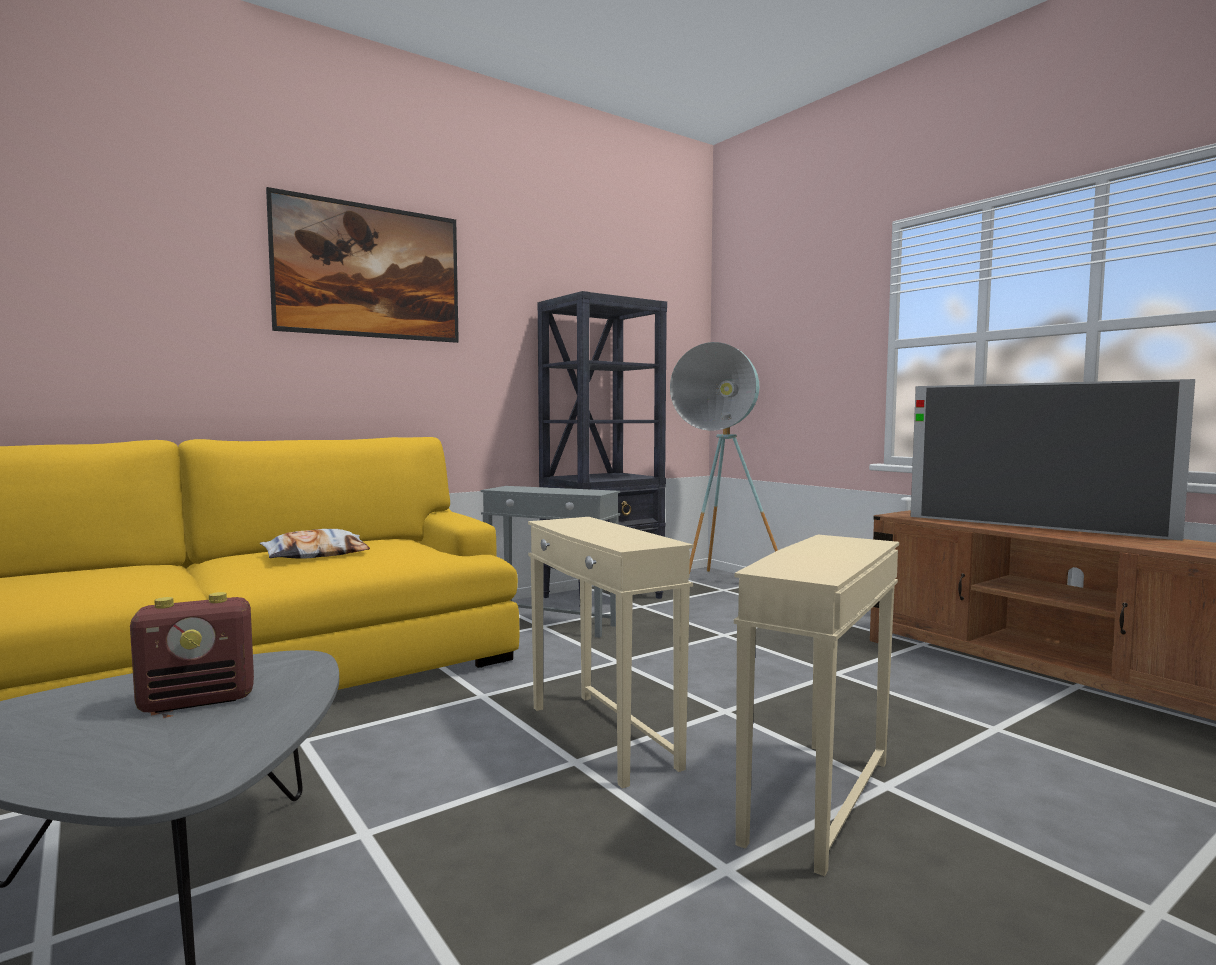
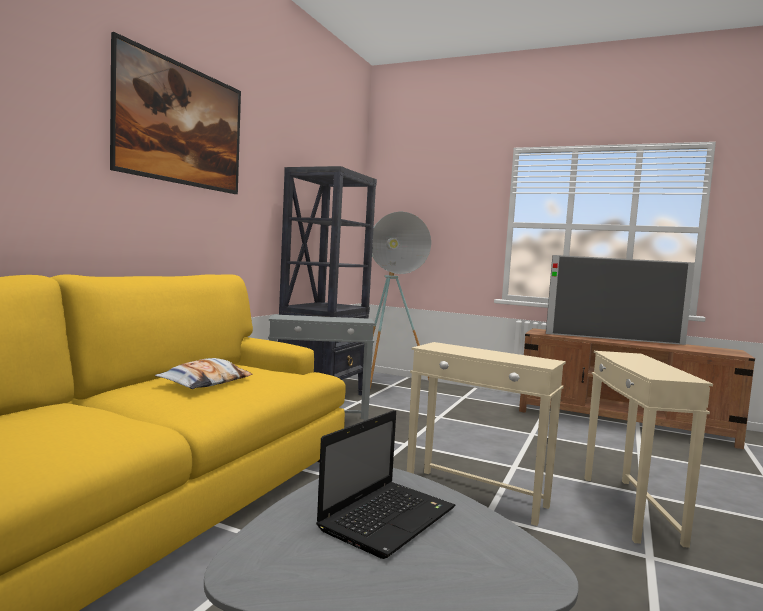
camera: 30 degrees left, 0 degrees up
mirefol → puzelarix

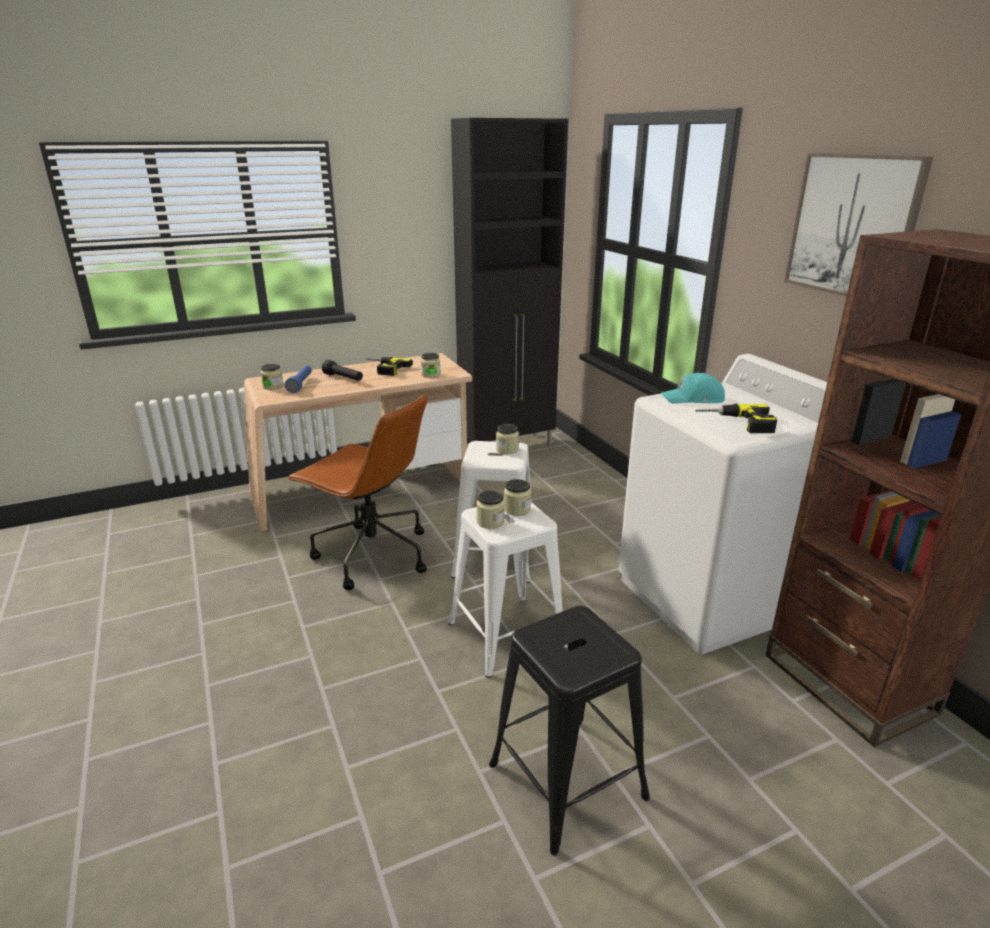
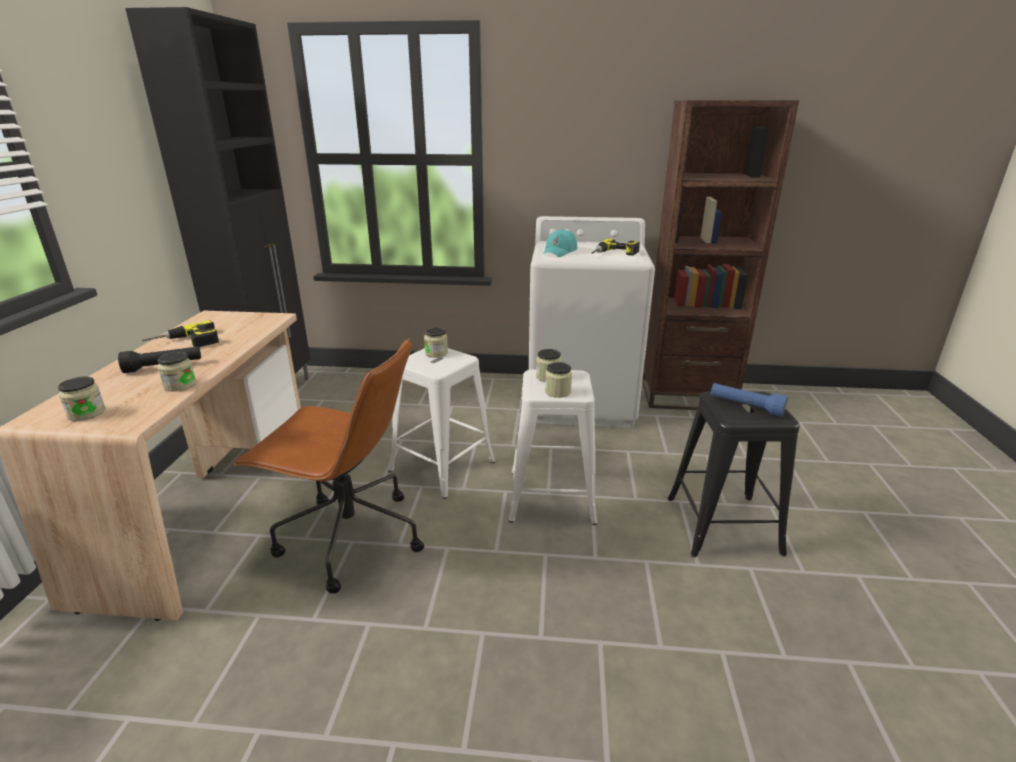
camera: 60 degrees left, 0 degrees up
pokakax (2nd from left), moved
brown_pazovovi, 45 degrees clockwise
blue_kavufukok, moved
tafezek → -

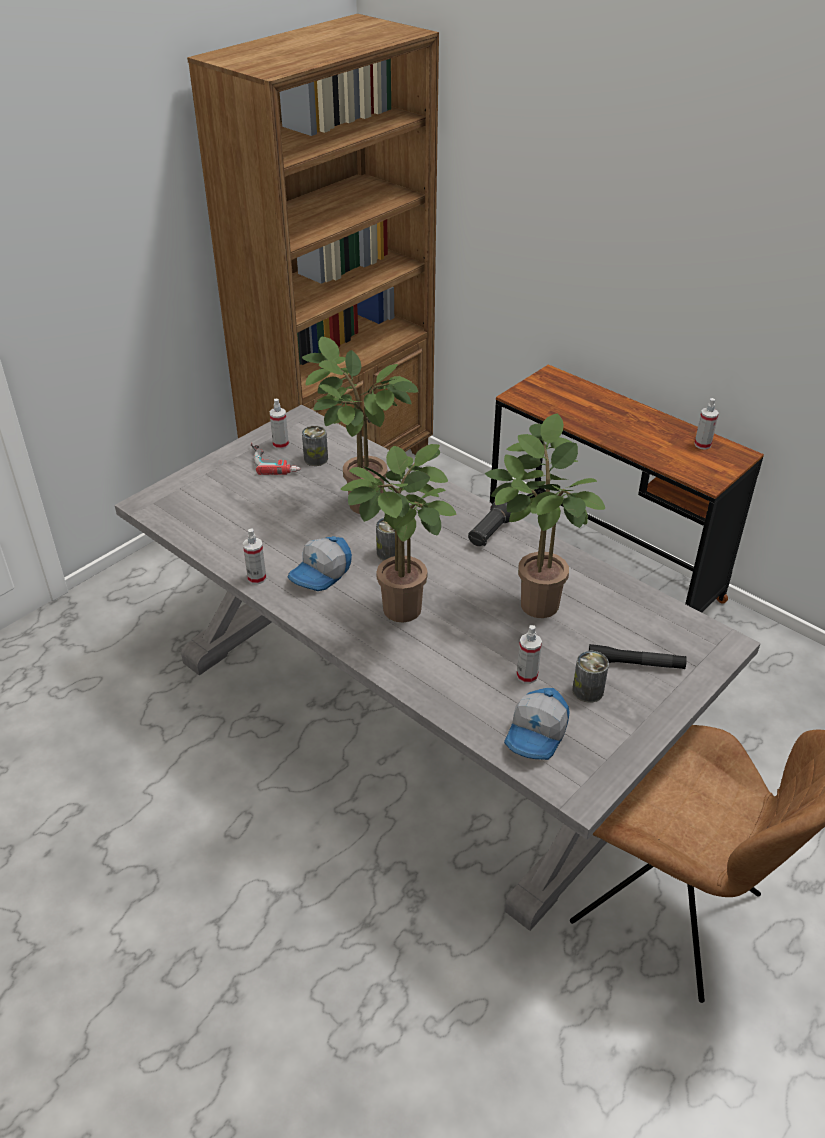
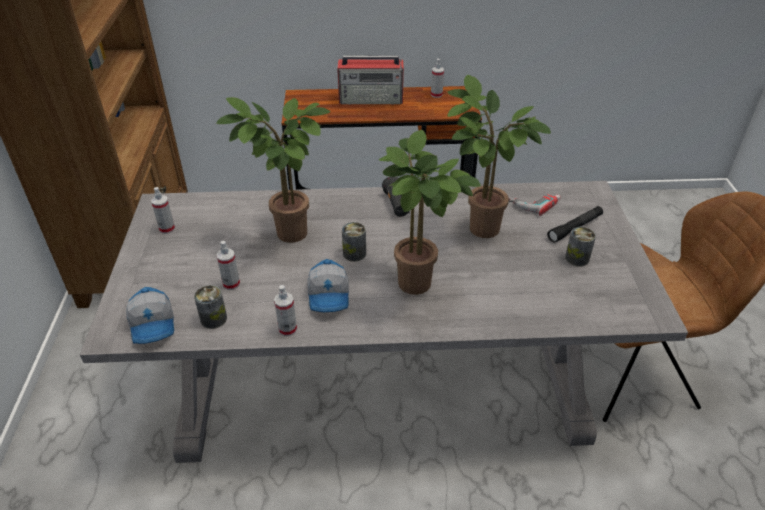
camera: 45 degrees left, 0 degrees up
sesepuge (2nd from left in the first image) → sesepuge (1st from left), moved
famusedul (1st from left), moved
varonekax (3rd from left in the first image) → varonekax (2nd from left), moved
- → mirefol
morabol, moved

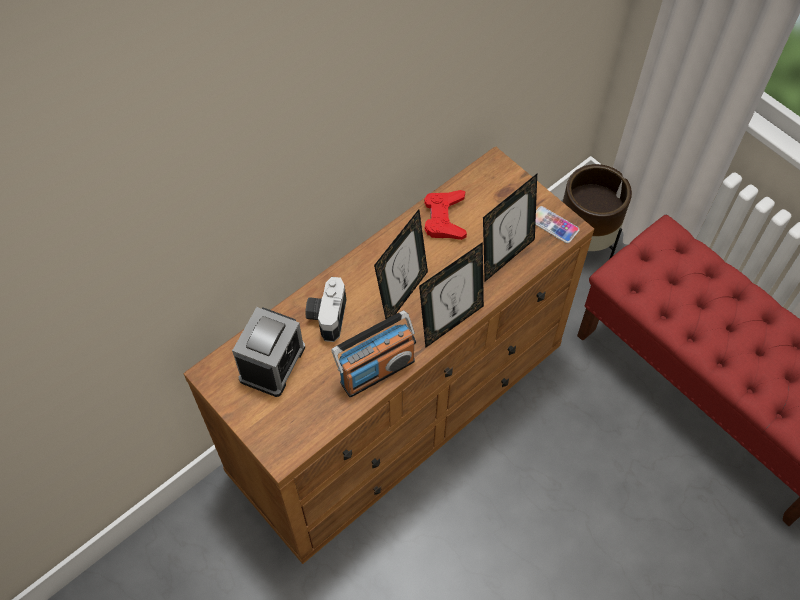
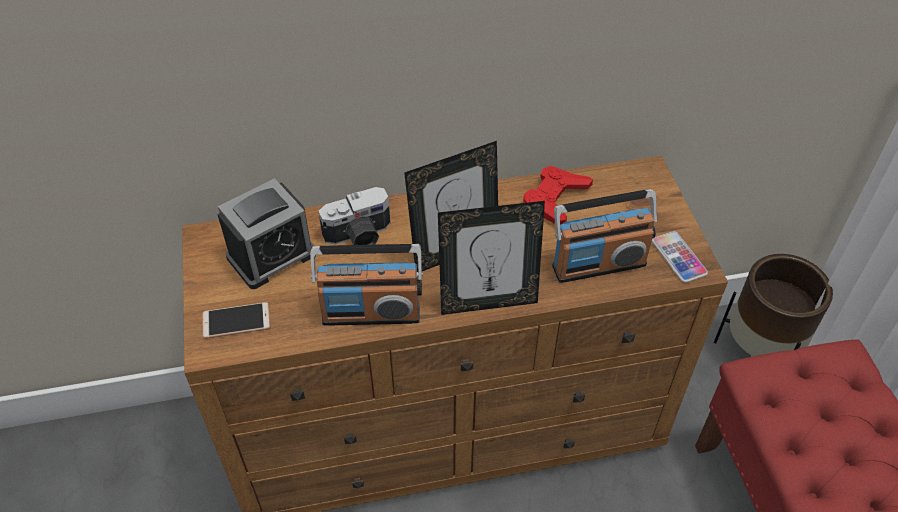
camera: 30 degrees right, 10 degrees down
- → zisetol (1st from left)
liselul, 150 degrees counterclockwise
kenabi (3rd from left) → mirefol (2nd from left)

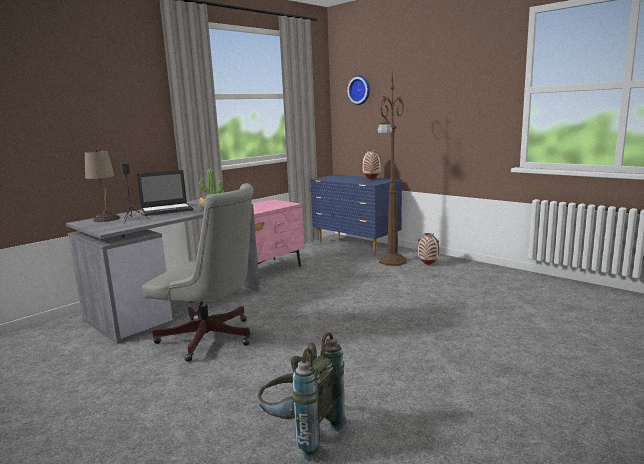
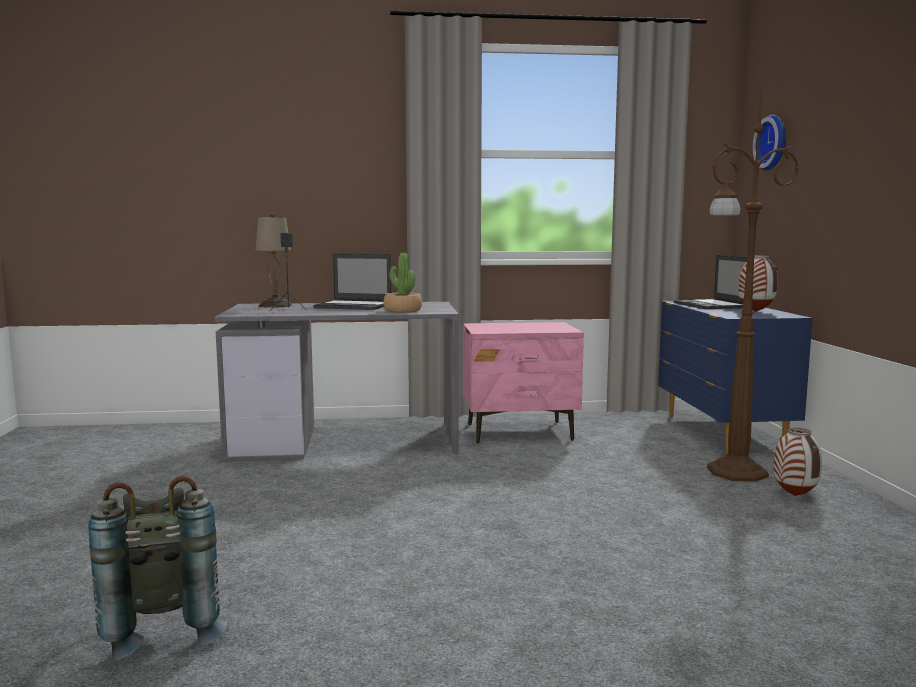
camera: 40 degrees right, 5 degrees down
- → puzelarix (2nd from left)
grey_pazovovi → -

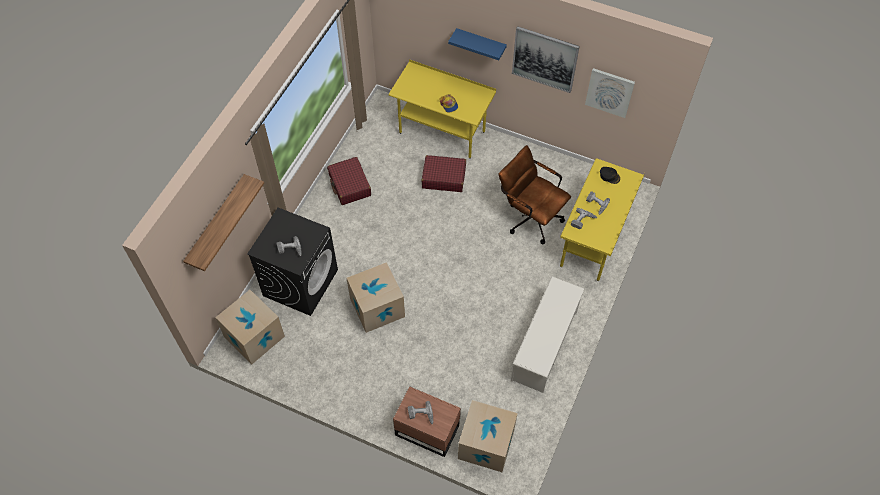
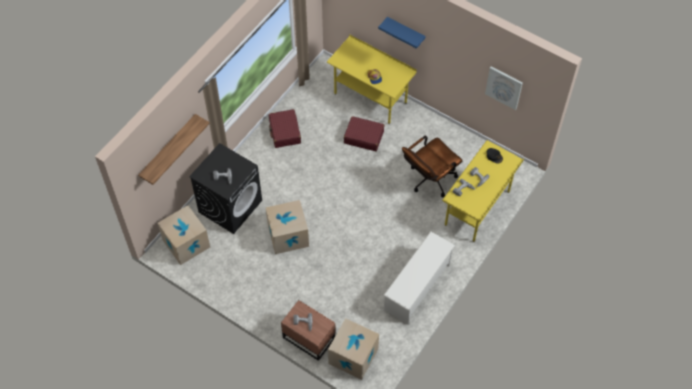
camera: 10 degrees right, 0 degrees up
brown_pazovovi, 90 degrees counterclockwise
tafezek (1st from left) → -

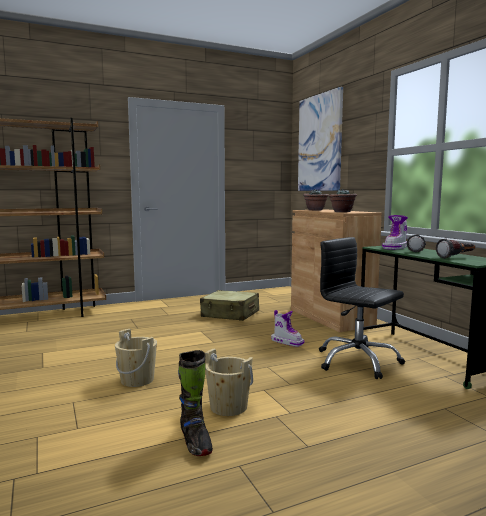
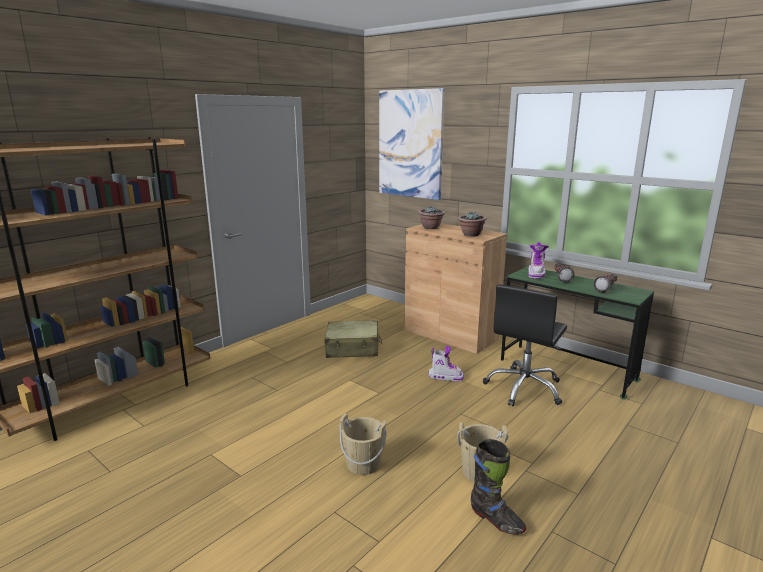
camera: 25 degrees left, 10 degrees up
black_pazovovi, 75 degrees counterclockwise

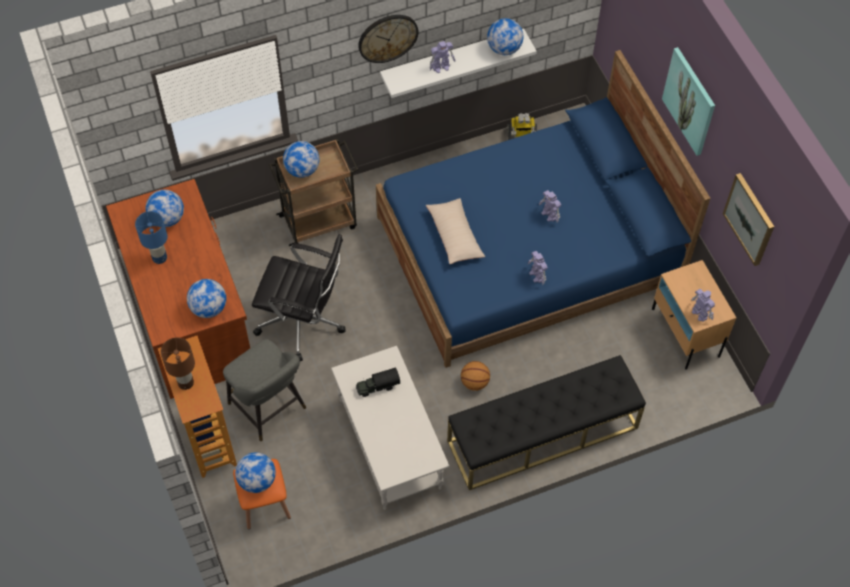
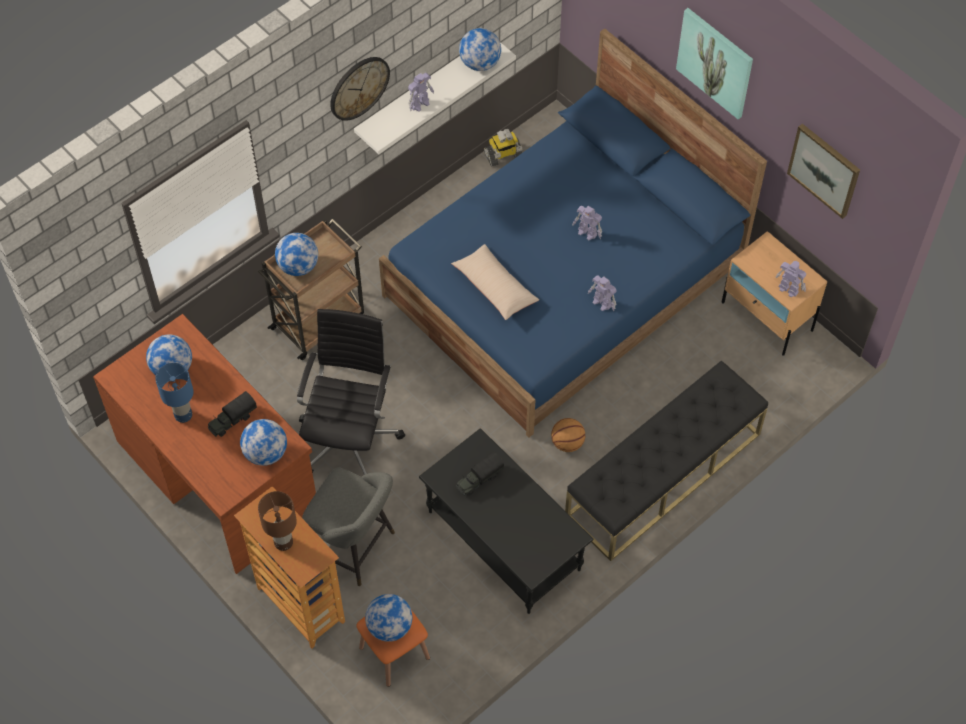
camera: 20 degrees left, 0 degrees up
- → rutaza (1st from left)
black_pazovovi, 75 degrees counterclockwise
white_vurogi → black_vurogi

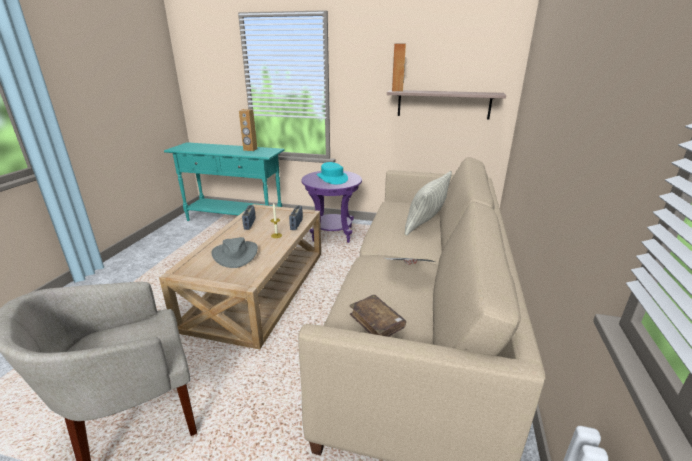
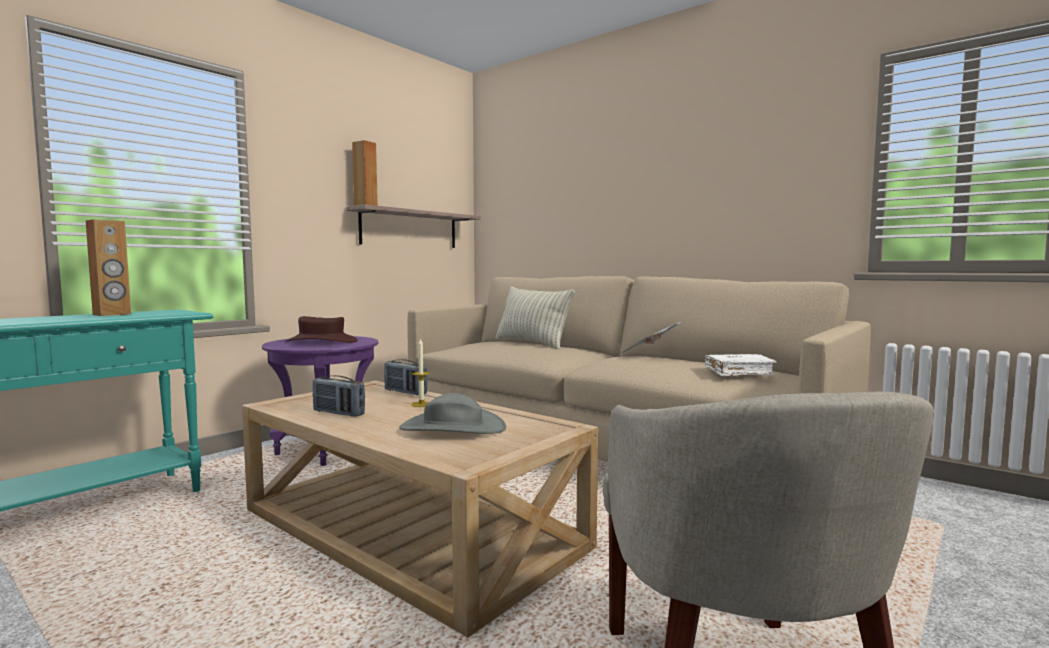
camera: 65 degrees left, 20 degrees down
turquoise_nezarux → brown_nezarux
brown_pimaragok → white_pimaragok

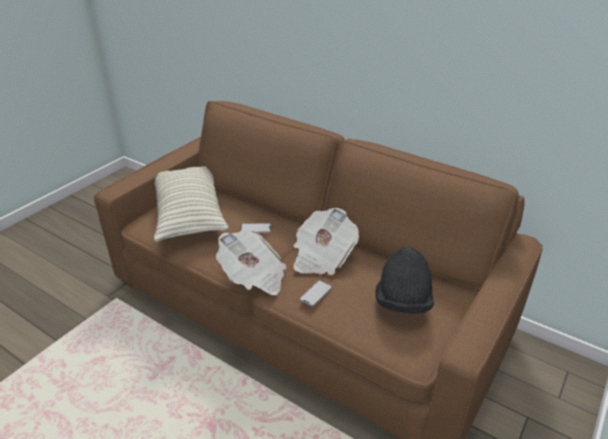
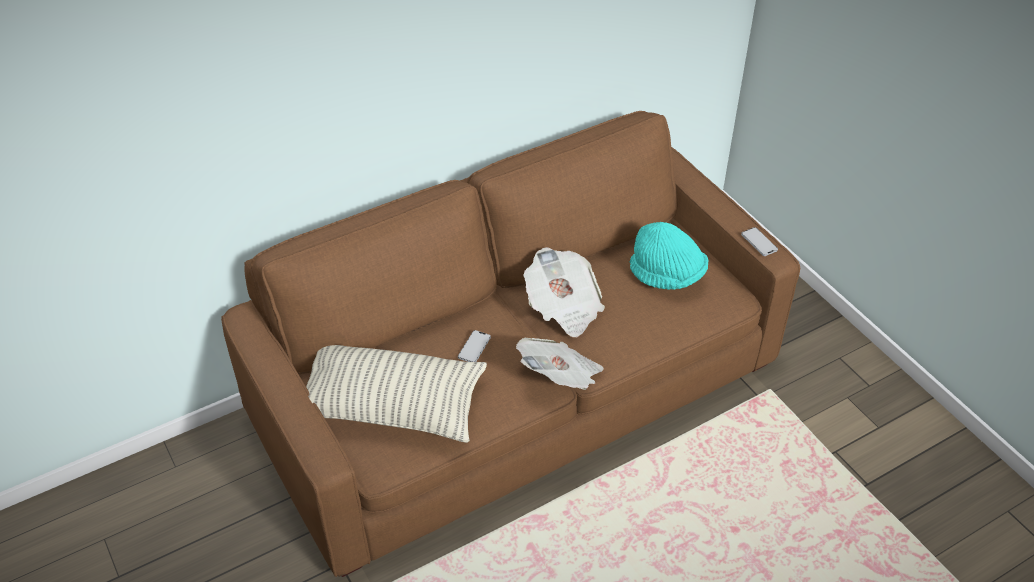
camera: 65 degrees left, 10 degrees up
black_nezarux → turquoise_nezarux
zisetol (2nd from left), moved

